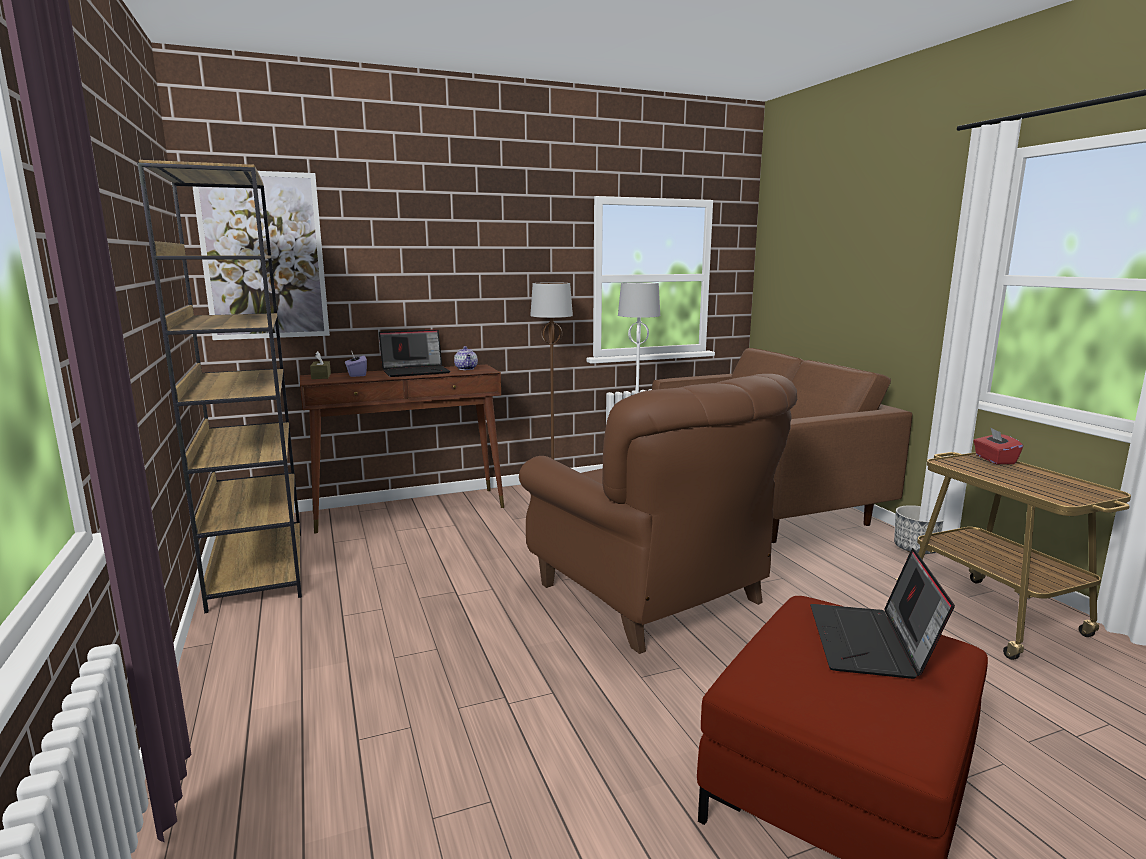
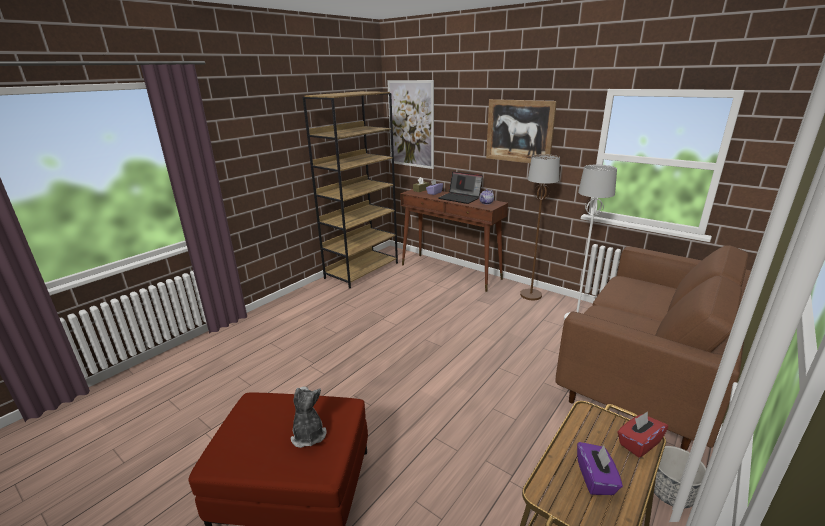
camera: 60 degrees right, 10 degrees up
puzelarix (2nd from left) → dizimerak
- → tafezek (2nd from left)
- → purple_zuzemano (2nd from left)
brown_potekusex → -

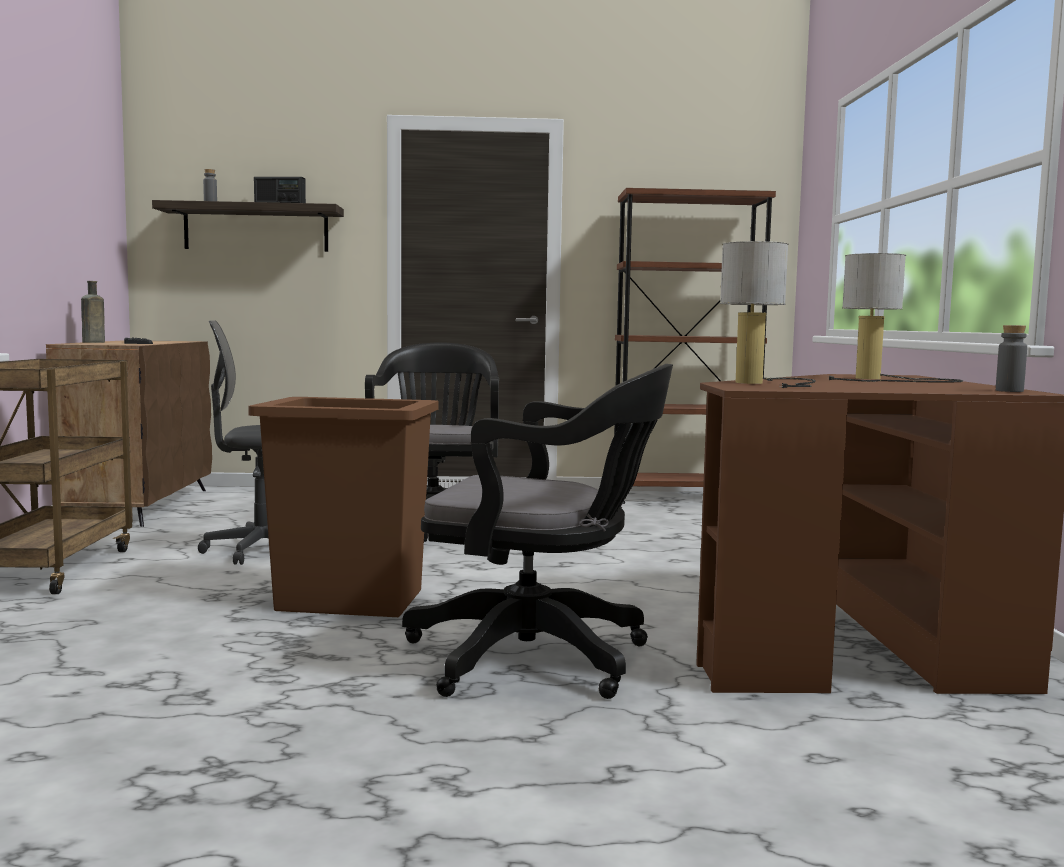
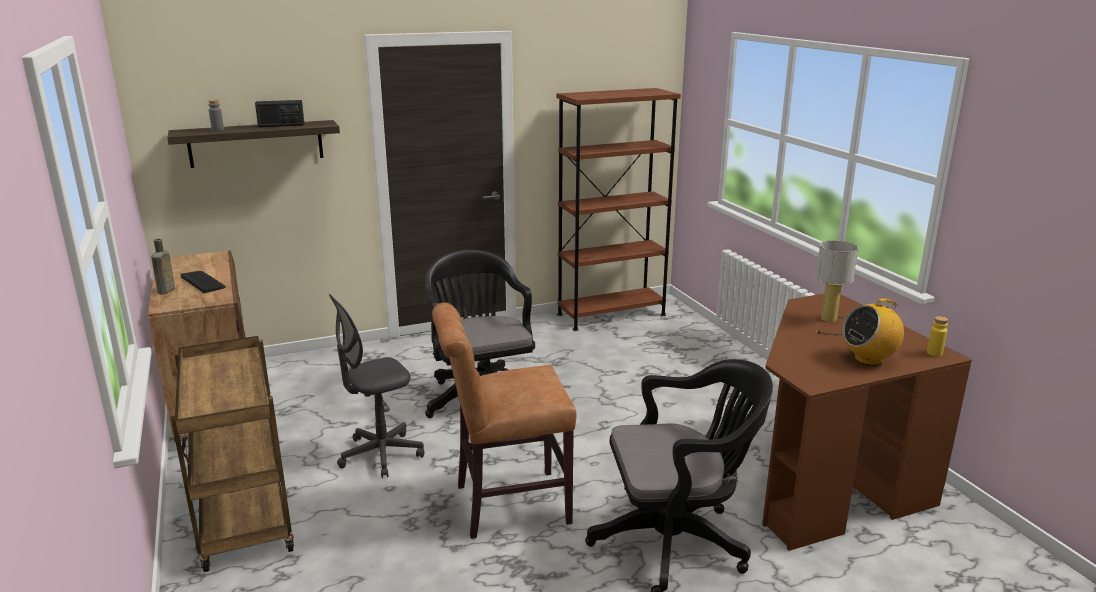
camera: 20 degrees left, 15 degrees up
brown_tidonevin → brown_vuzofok
- → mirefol (2nd from left)
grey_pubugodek (2nd from left) → yellow_pubugodek
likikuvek (1st from left) → -

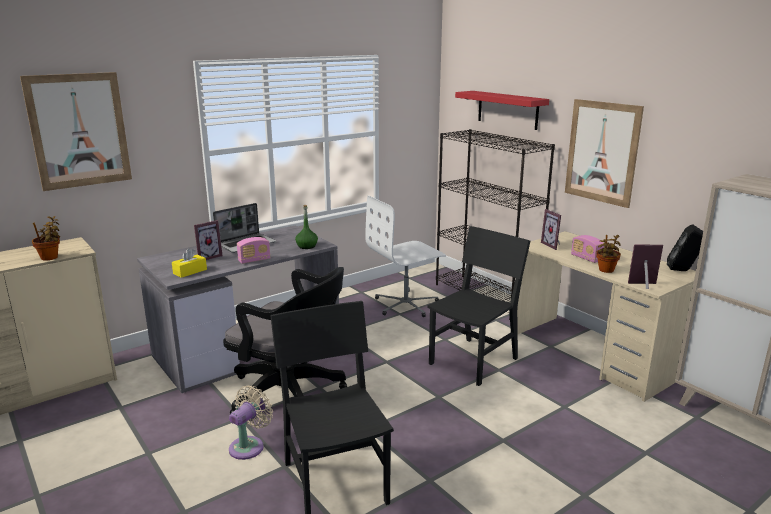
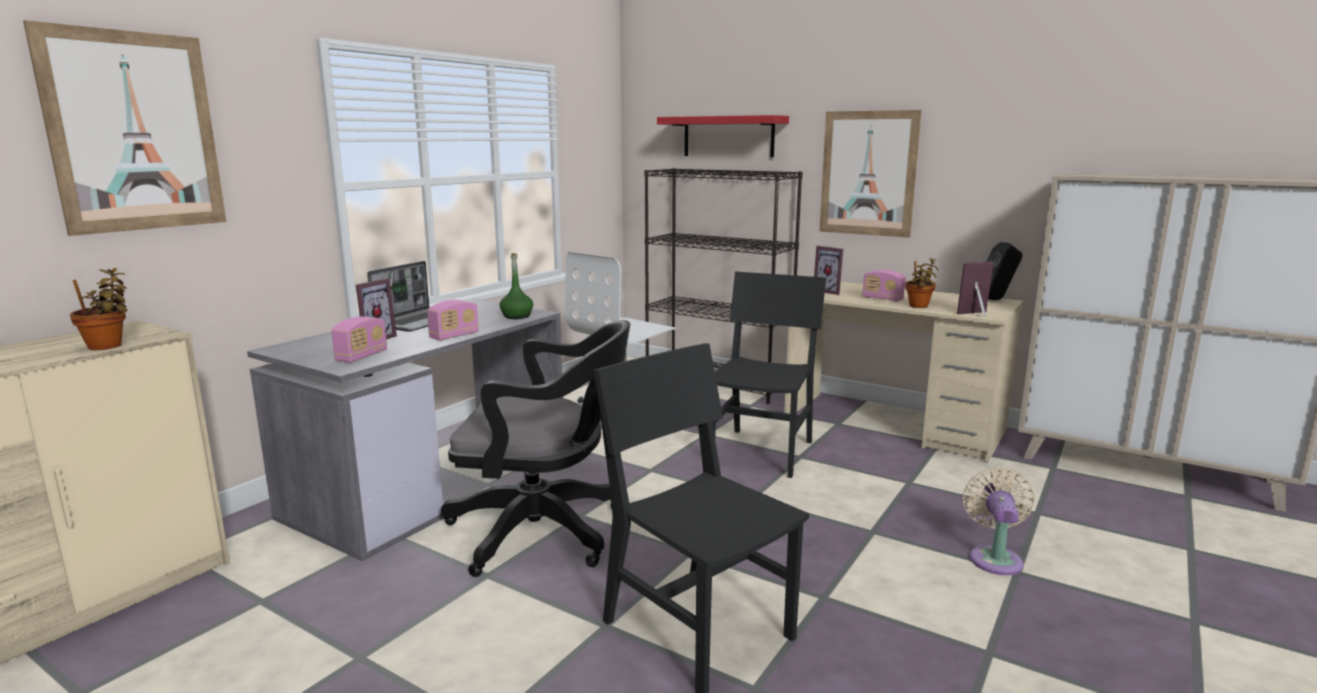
camera: 20 degrees left, 5 degrees down
yellow_zuzemano → mirefol (1st from left)
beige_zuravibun, moved

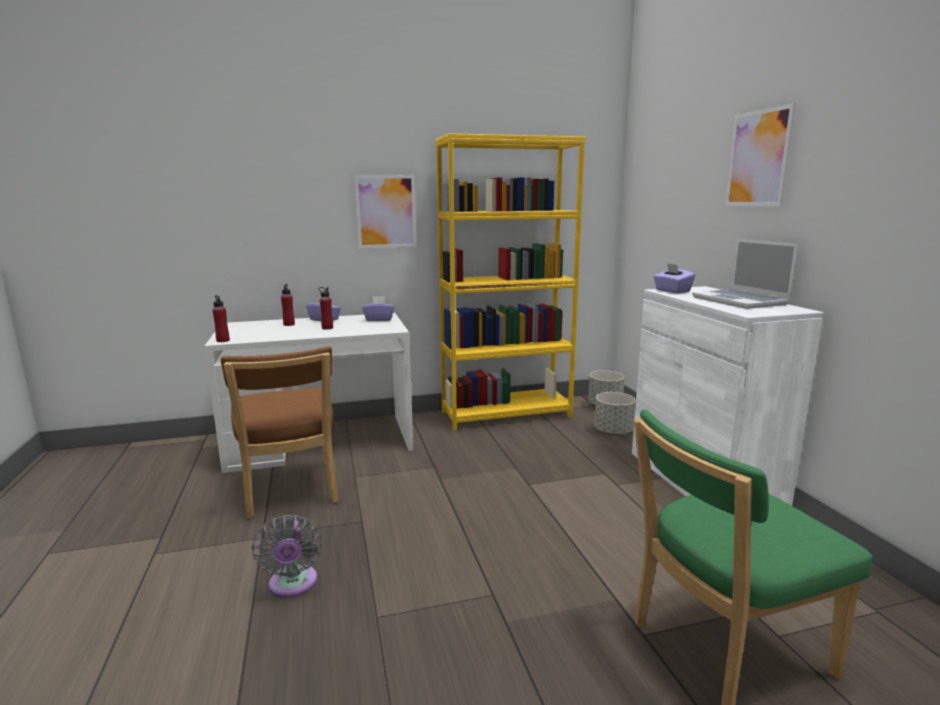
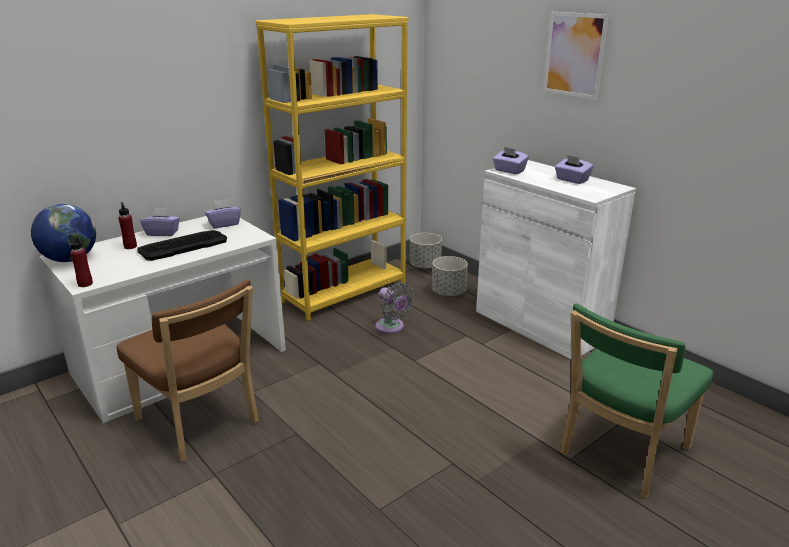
camera: 25 degrees left, 10 degrees up
- → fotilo
red_pubugodek (3rd from left) → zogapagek
grey_zuravibun, moved
puzelarix → purple_zuzemano (4th from left)
tafezek (1st from left) → -

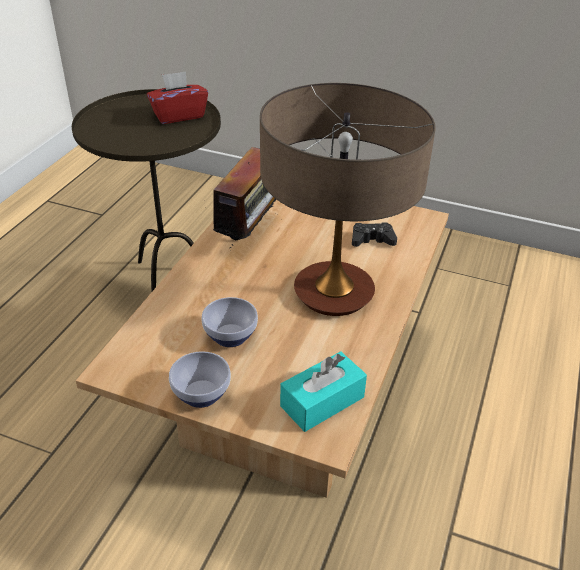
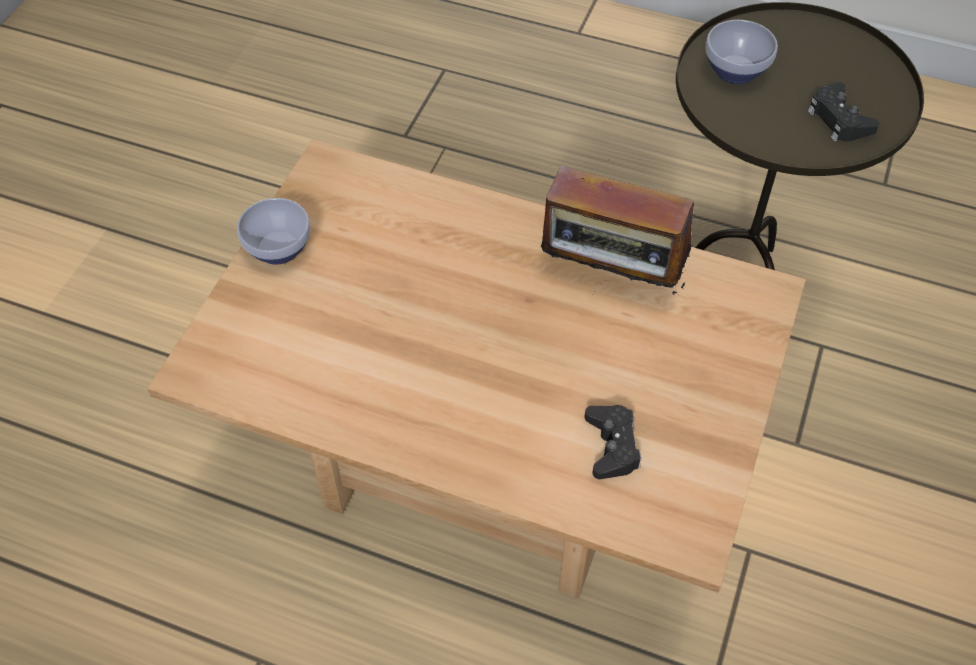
camera: 90 degrees right, 15 degrees up
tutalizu (2nd from left), moved
red_zuzemano → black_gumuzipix (2nd from left)
likikuvek → -
turquoise_zuzemano → -

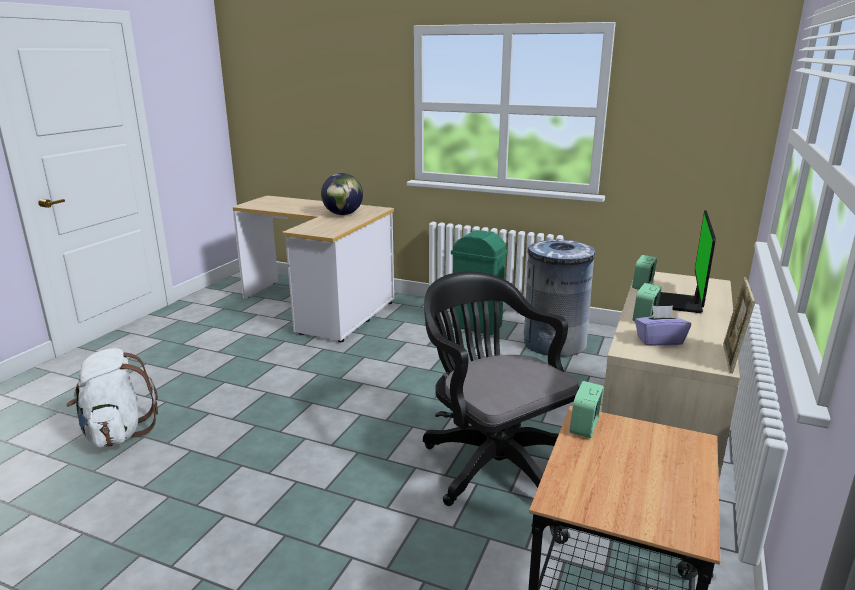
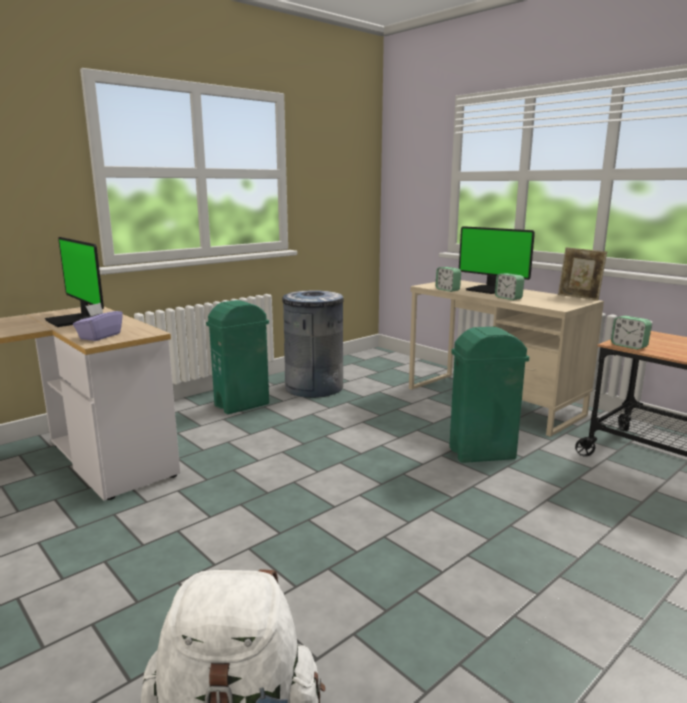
camera: 65 degrees left, 5 degrees down
fotilo → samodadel (1st from left)
purple_zuzemano, moved
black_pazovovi → green_tidonevin (2nd from left)

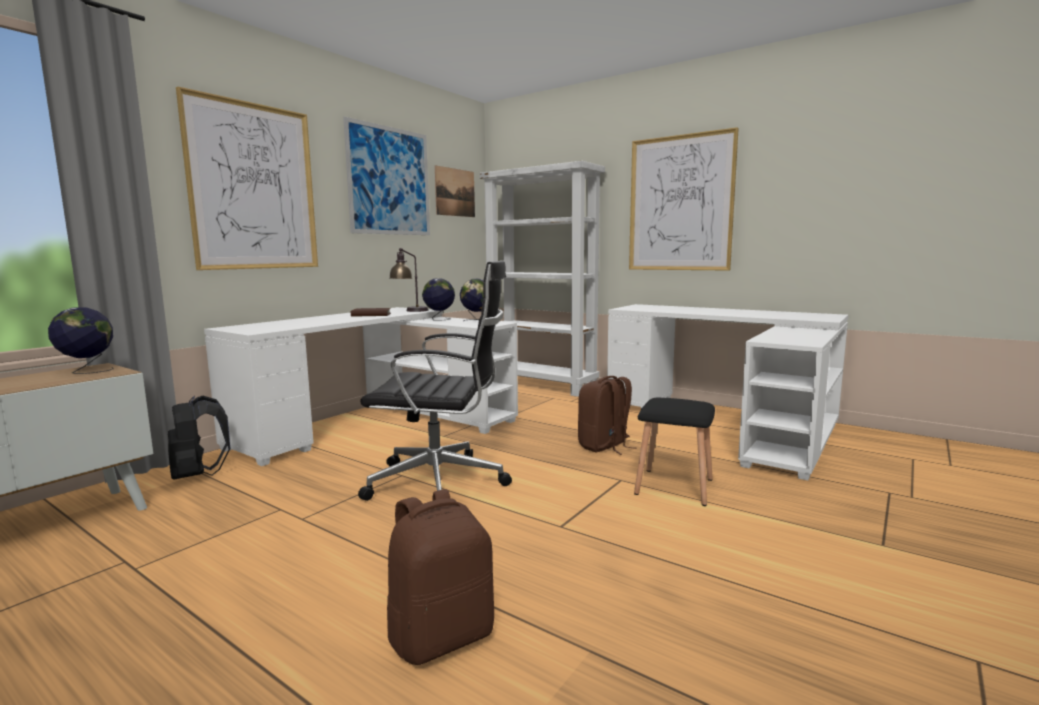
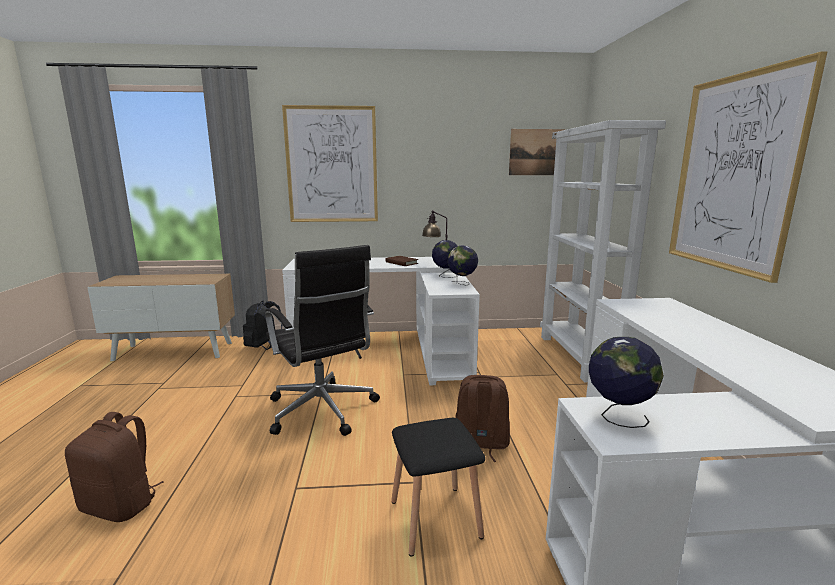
camera: 50 degrees right, 5 degrees up
fotilo (1st from left in the first image) → fotilo (3rd from left), moved
tafezek (2nd from left) → -

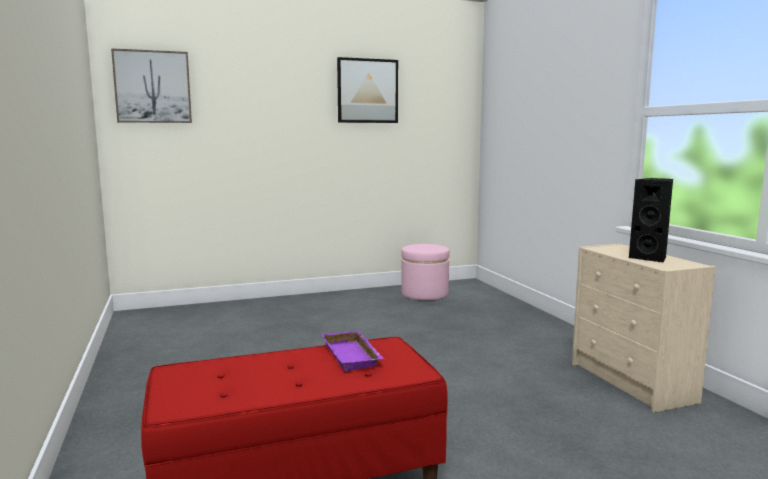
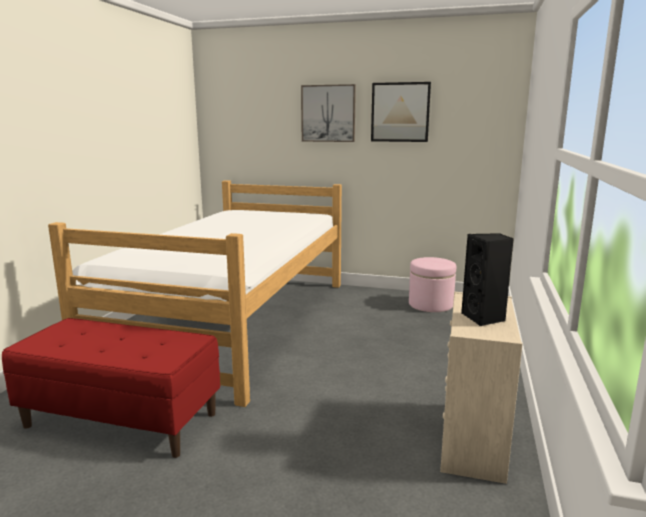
camera: 35 degrees right, 5 degrees up
- → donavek
tafezek (1st from left), moved
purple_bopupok → -

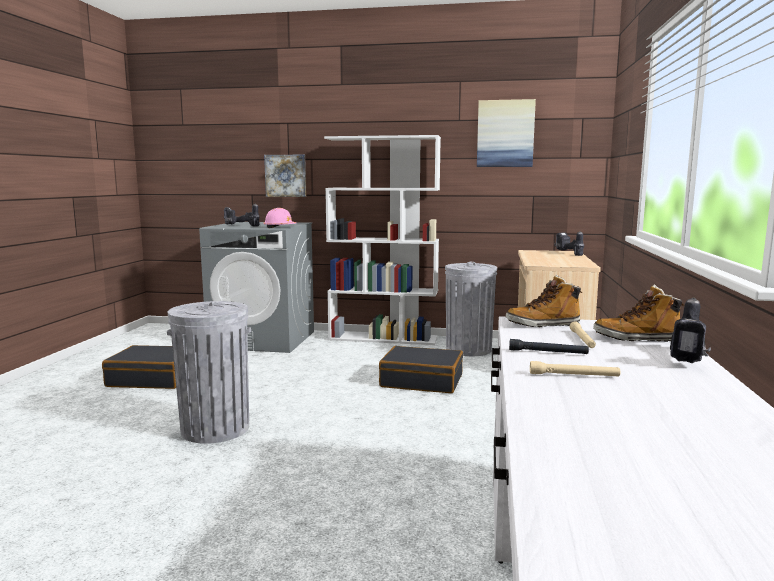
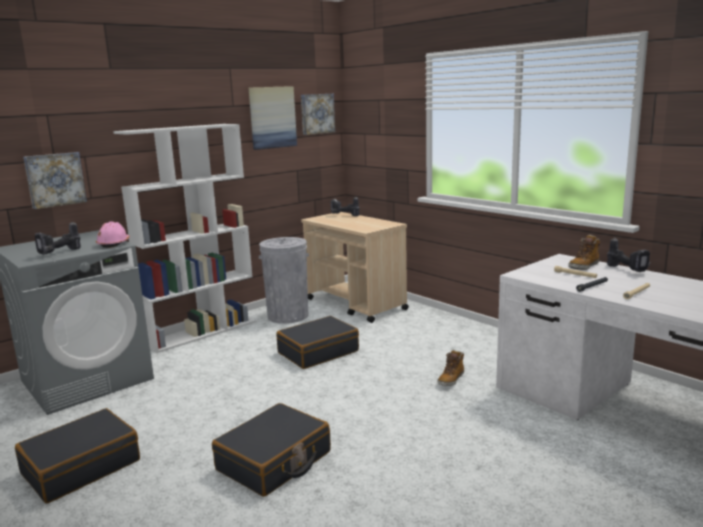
camera: 50 degrees left, 5 degrees up
grey_tidonevin (1st from left) → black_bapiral (2nd from left)
- → tafezek (3rd from left)
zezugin (1st from left), moved

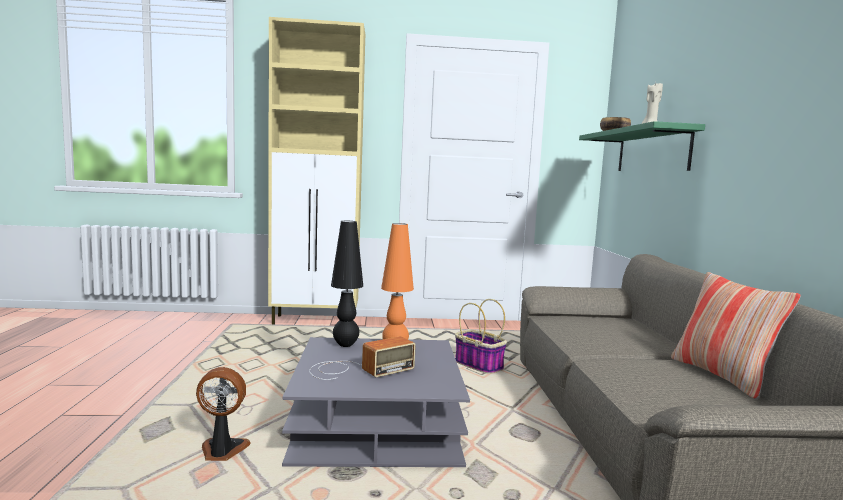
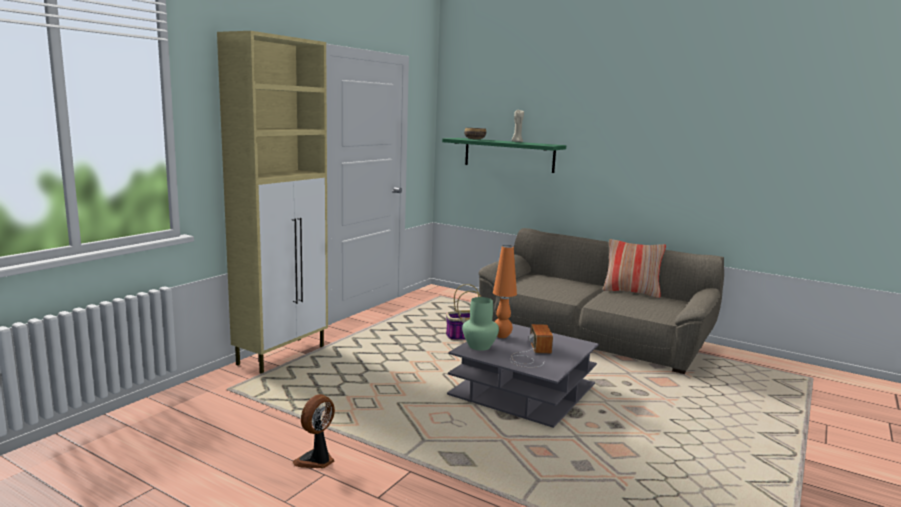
camera: 55 degrees left, 5 degrees up
zuravibun, moved
black_likikuvek → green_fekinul

